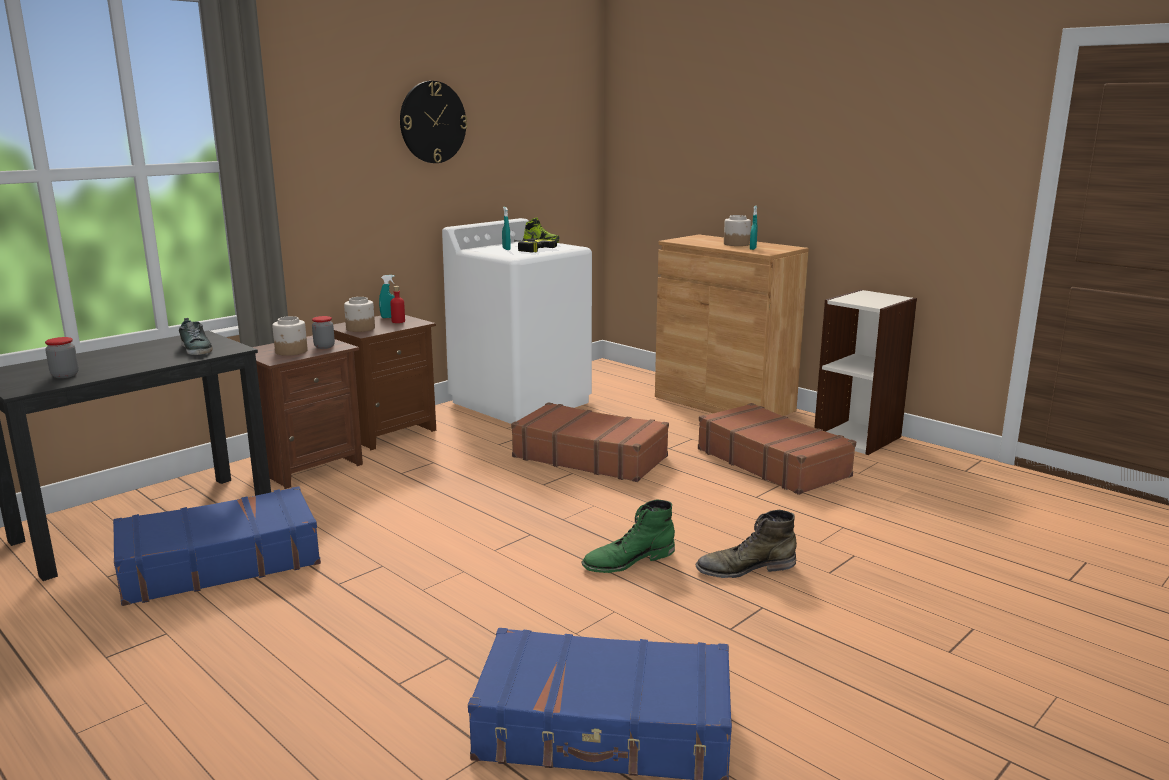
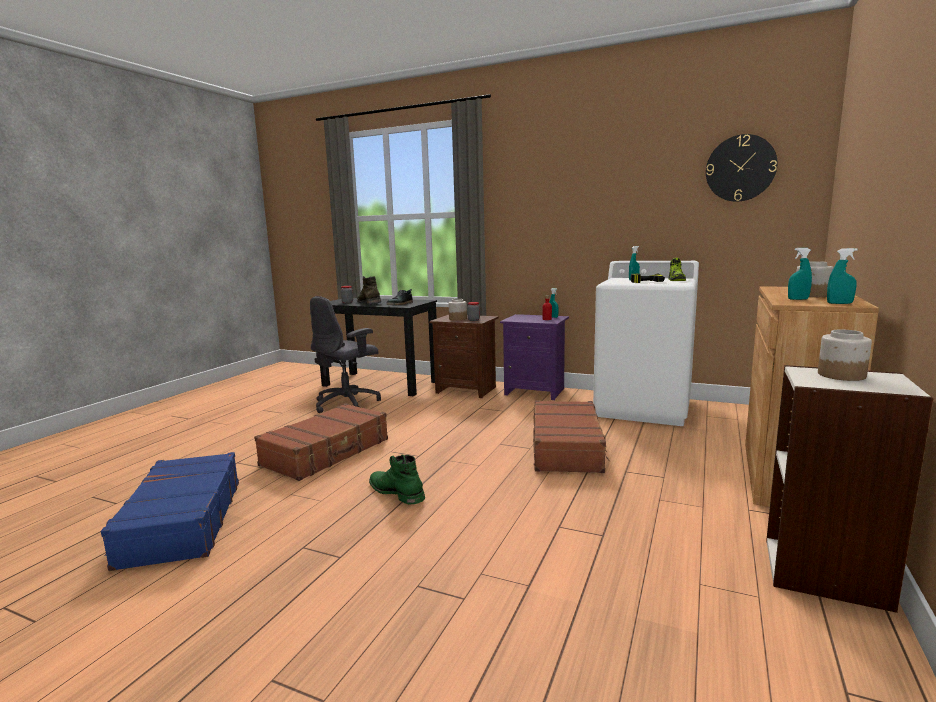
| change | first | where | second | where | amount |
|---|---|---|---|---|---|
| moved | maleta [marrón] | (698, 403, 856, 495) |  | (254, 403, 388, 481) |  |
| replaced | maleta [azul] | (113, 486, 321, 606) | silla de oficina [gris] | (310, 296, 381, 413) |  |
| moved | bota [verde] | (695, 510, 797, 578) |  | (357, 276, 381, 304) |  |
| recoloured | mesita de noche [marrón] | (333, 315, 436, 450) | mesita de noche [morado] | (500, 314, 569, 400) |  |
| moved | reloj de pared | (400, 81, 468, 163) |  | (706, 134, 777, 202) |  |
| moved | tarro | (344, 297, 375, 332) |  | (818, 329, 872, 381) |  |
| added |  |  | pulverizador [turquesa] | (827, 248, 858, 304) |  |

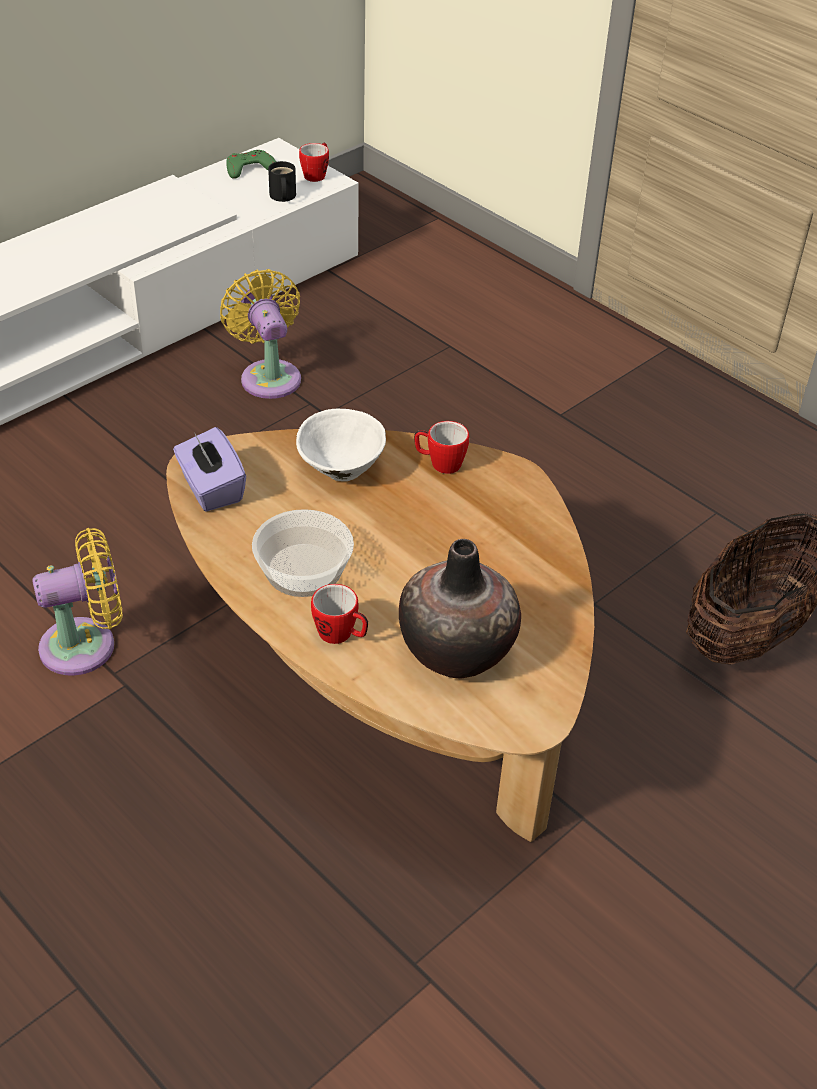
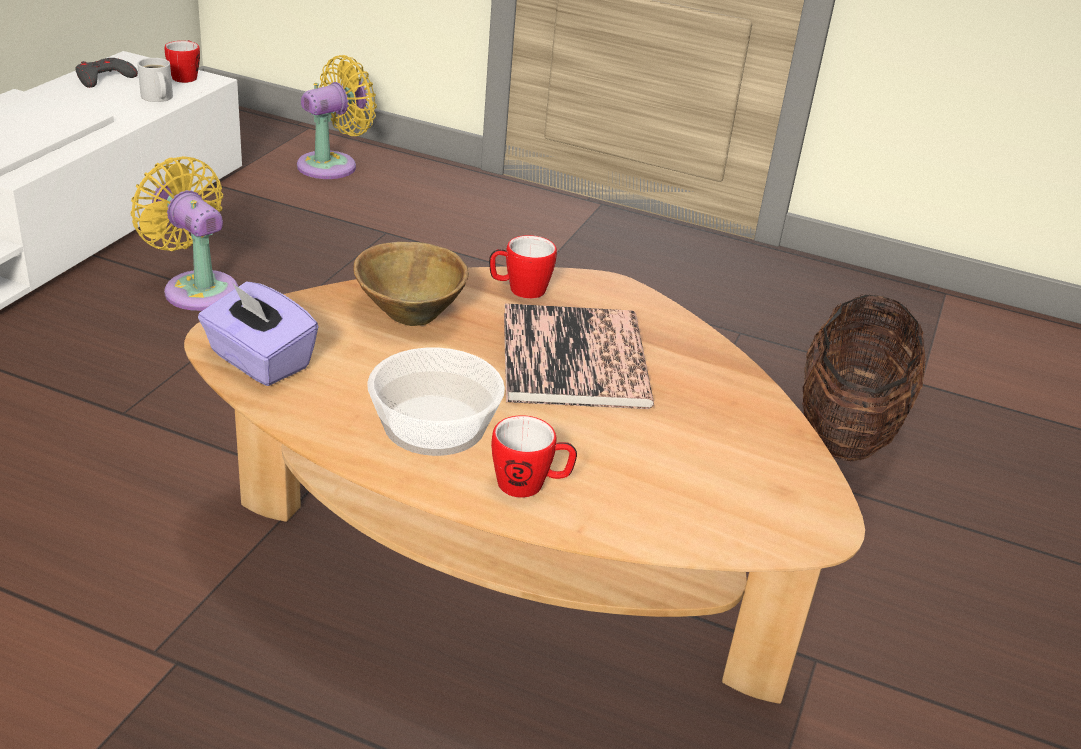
| change | first | where | second | where | amount |
|---|---|---|---|---|---|
| recoloured | mando de consola [verde] | (226, 150, 276, 179) | mando de consola [gris] | (76, 58, 138, 88) |  |
| recoloured | taza grande [negro] | (268, 161, 296, 202) | taza grande [blanco] | (137, 58, 173, 102) |  |
| moved | ventilador [amarillo] | (32, 528, 122, 676) |  | (297, 55, 377, 179) |  |
| recoloured | cuenco [blanco] | (296, 409, 386, 481) | cuenco [marrón] | (353, 242, 469, 326) |  |
| added |  |  | libro | (504, 303, 654, 409) |  |
| removed | florero | (399, 539, 521, 678) |  |  |  |

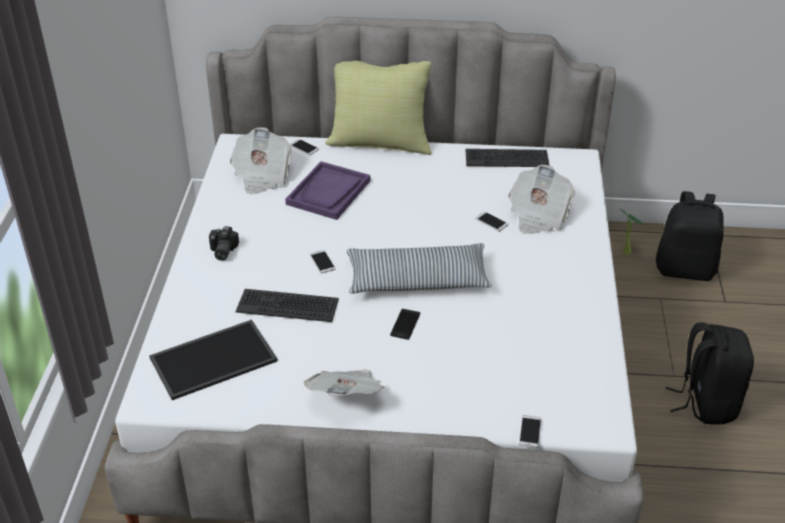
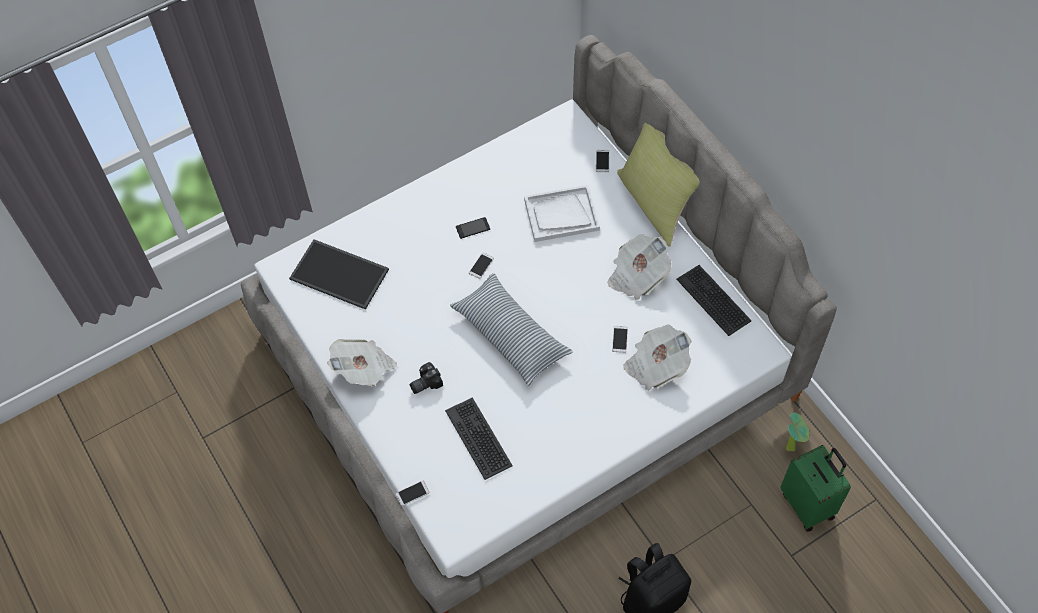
| change | first | where | second | where | amount |
|---|---|---|---|---|---|
| moved | cámara | (209, 226, 239, 261) |  | (410, 362, 443, 394) |  |
| moved | teclado | (236, 289, 339, 322) |  | (445, 397, 513, 480) |  |
| moved | móvil | (390, 309, 420, 340) |  | (456, 217, 490, 239) |  |
| recoloured | bandeja [morado] | (285, 161, 370, 220) | bandeja [blanco] | (524, 185, 600, 242) |  |
| moved | periódico | (230, 127, 292, 195) |  | (607, 234, 672, 300) |  |
| replaced | mochila [negro] | (656, 191, 724, 281) | maleta [verde] | (781, 445, 851, 532) |  |

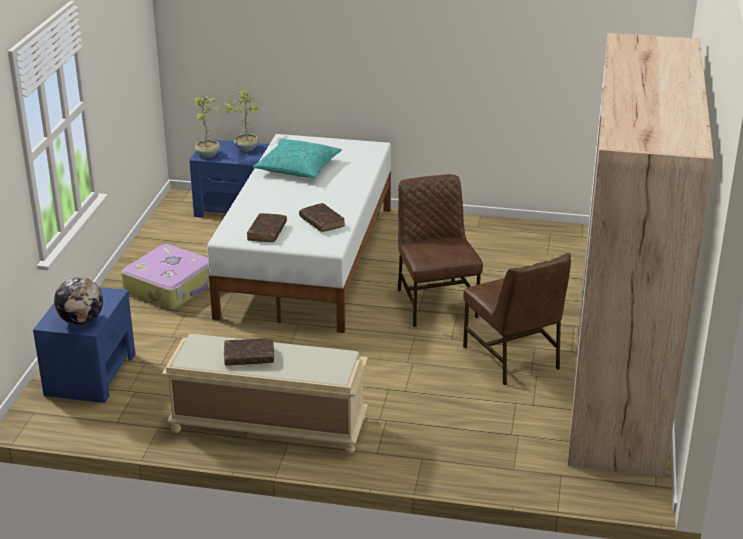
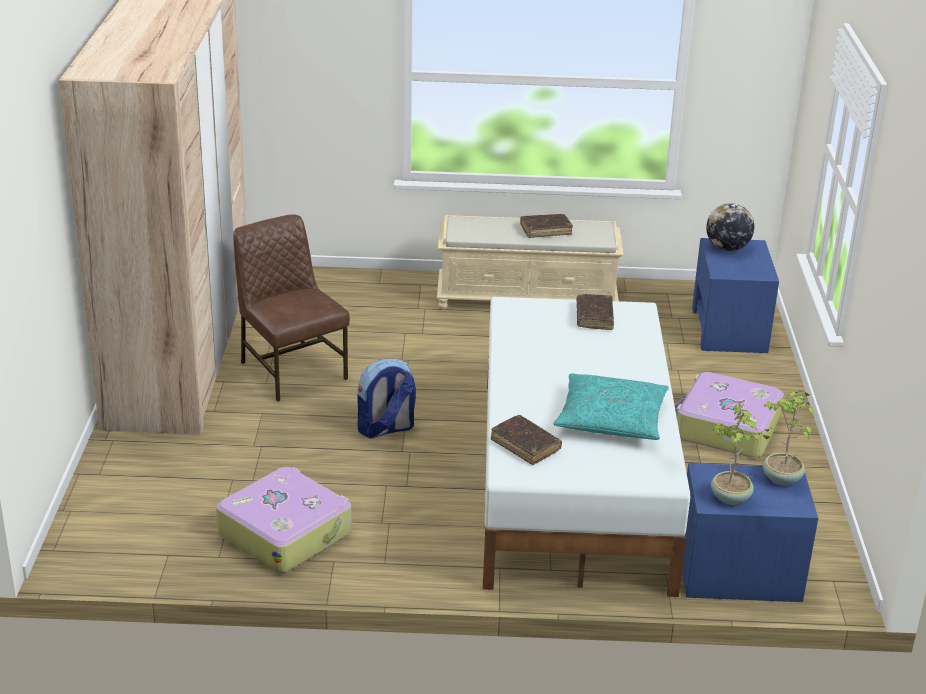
| change | first | where | second | where | amount |
|---|---|---|---|---|---|
| added |  |  | maleta | (216, 467, 352, 573) |  |
| replaced | silla [marrón] | (398, 174, 483, 327) | mochila | (357, 359, 416, 438) |  |
| moved | libro [marrón] | (299, 203, 345, 232) |  | (491, 415, 562, 465) |  |

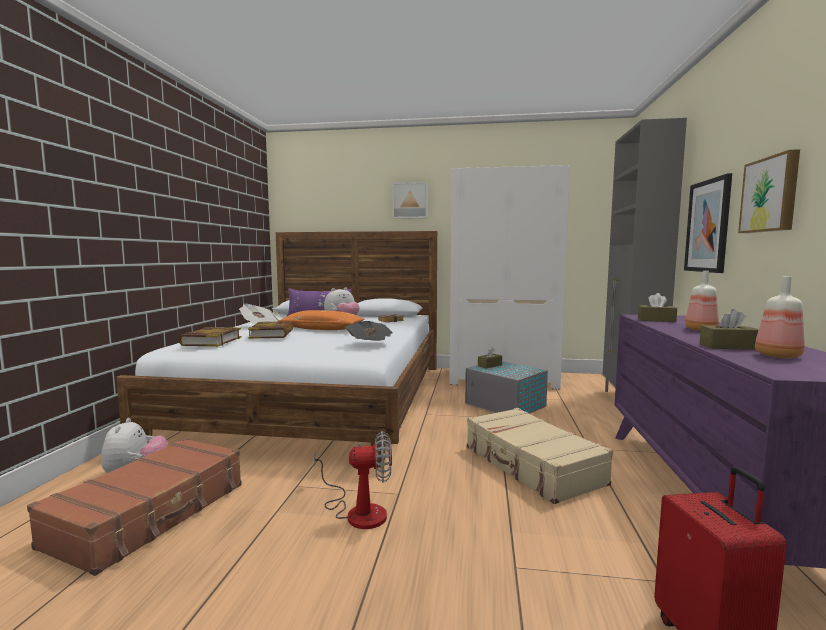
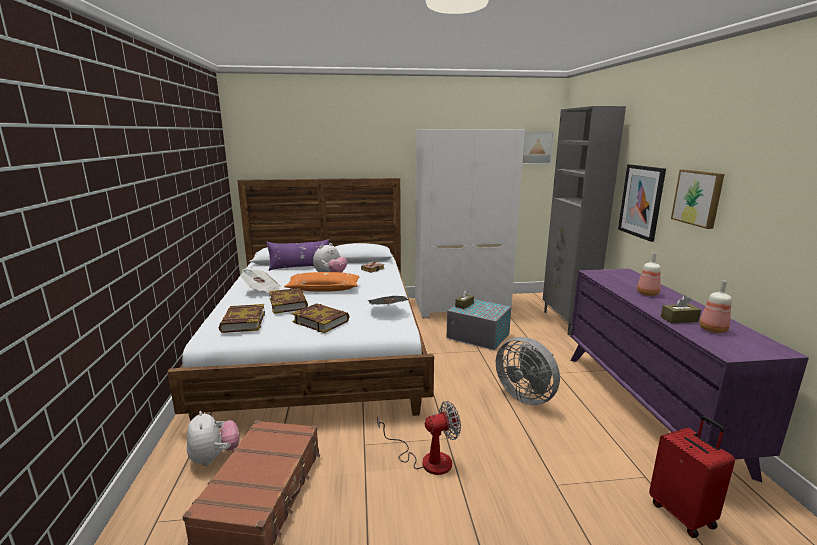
| change | first | where | second | where | amount |
|---|---|---|---|---|---|
| added |  |  | libro | (292, 303, 350, 333) |  |
| replaced | maleta [beis] | (467, 408, 613, 504) | ventilador [gris] | (496, 337, 560, 405) |  |
| moved | cuadro | (393, 182, 428, 219) |  | (522, 131, 554, 164) |  |
| removed | caja de pañuelos [marrón] | (638, 293, 677, 322) |  |  |  |

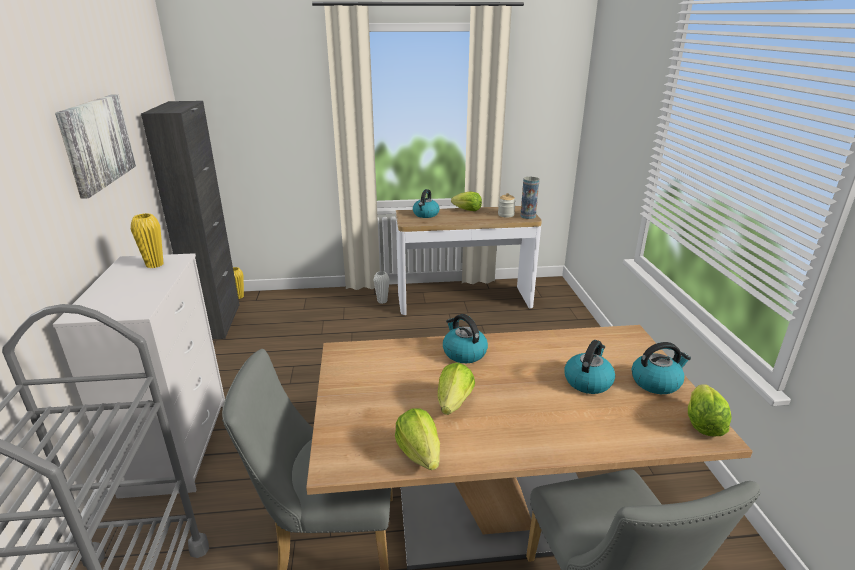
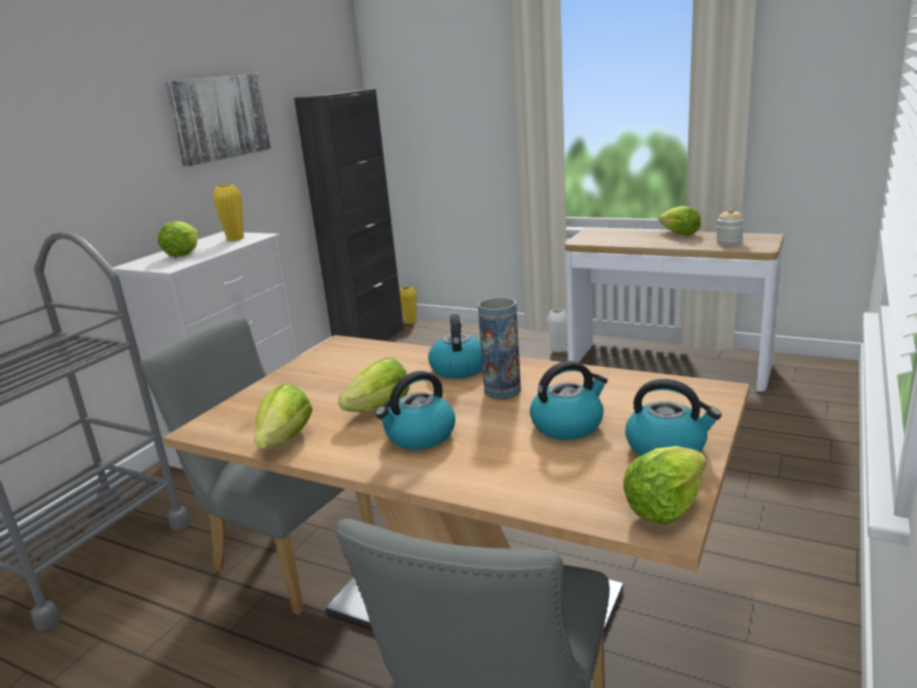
| change | first | where | second | where | amount |
|---|---|---|---|---|---|
| added |  |  | lechuga | (158, 221, 199, 257) |  |
| moved | hervidor | (413, 189, 440, 218) |  | (375, 371, 455, 450) |  |
| moved | florero | (520, 177, 540, 219) |  | (478, 297, 521, 399) |  |

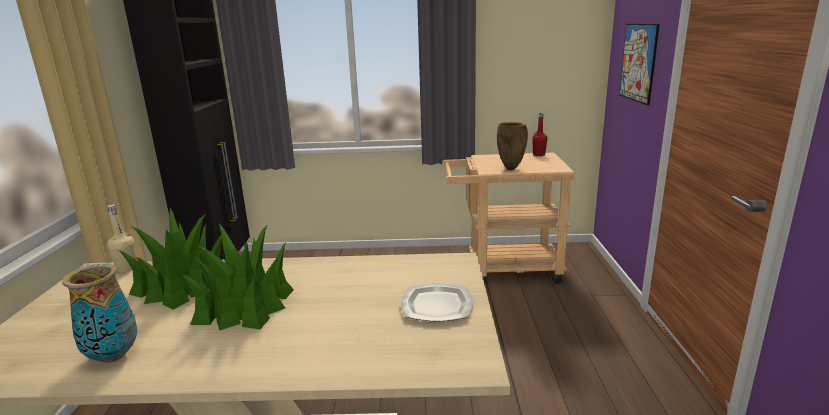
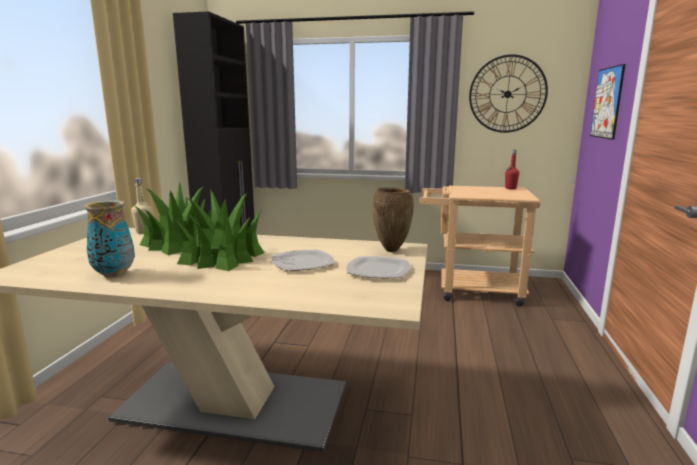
| change | first | where | second | where | amount |
|---|---|---|---|---|---|
| added |  |  | plato | (272, 250, 335, 271) |  |
| moved | florero [marrón] | (497, 122, 528, 170) |  | (372, 187, 414, 252) |  |
| added |  |  | reloj de pared | (469, 54, 548, 133) |  |

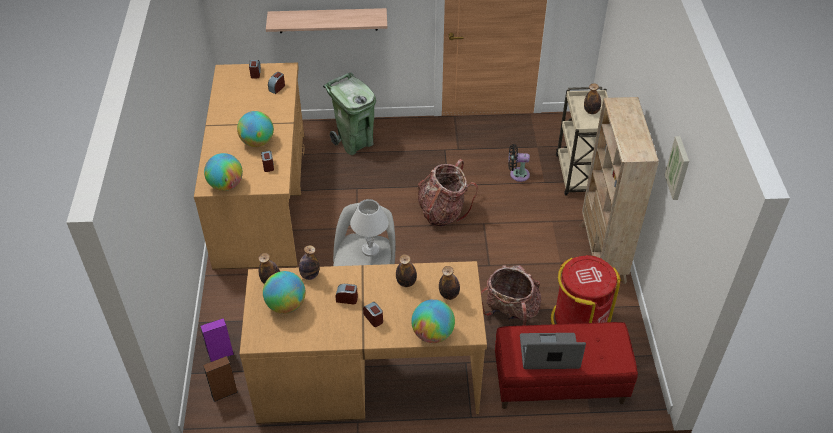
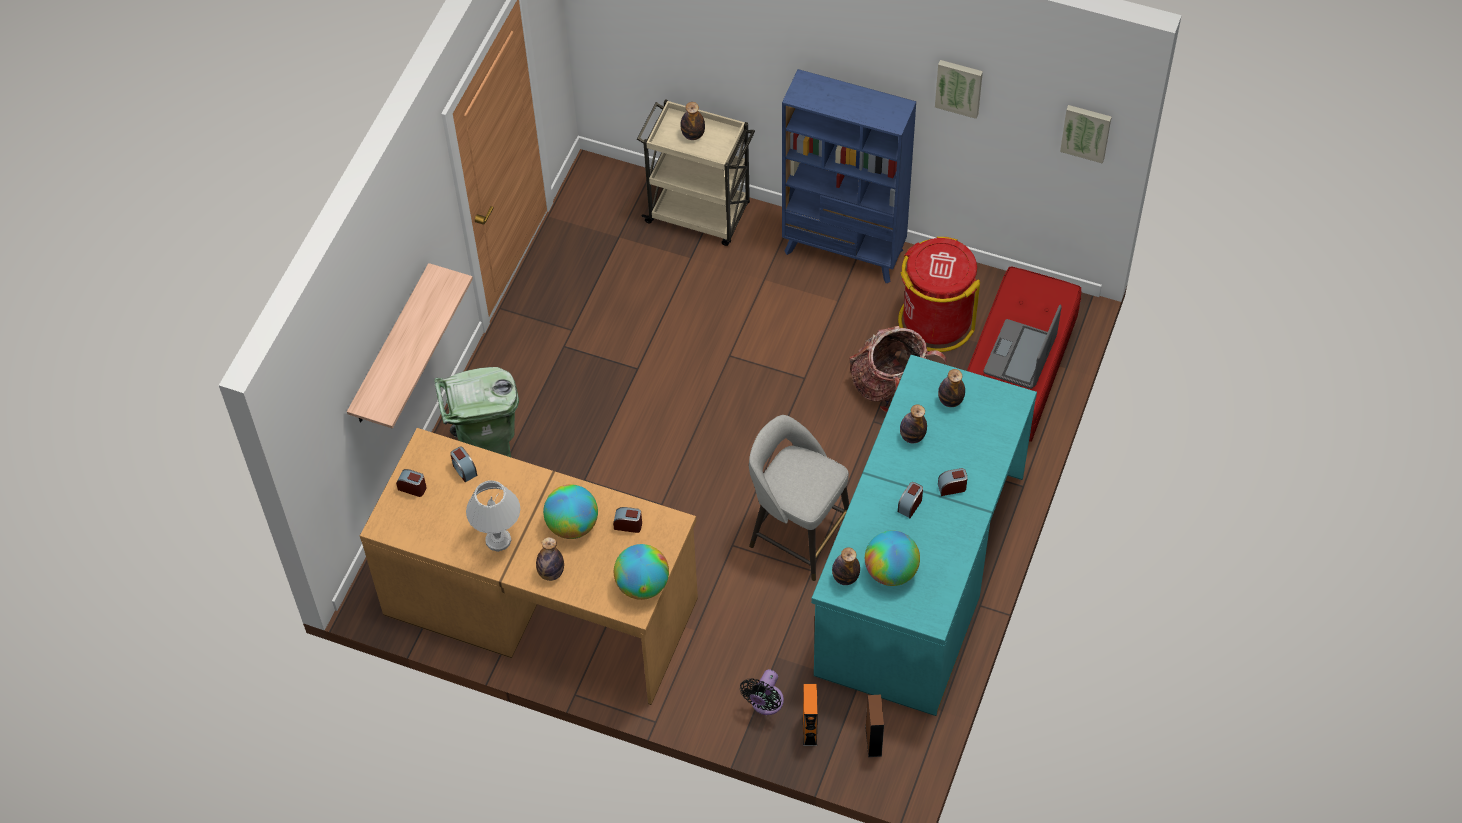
| change | first | where | second | where | amount |
|---|---|---|---|---|---|
| moved | lámpara de mesa [blanco] | (350, 199, 389, 257) |  | (466, 480, 520, 552) |  |
| moved | botella | (299, 245, 320, 280) |  | (536, 537, 564, 581) |  |
| moved | ventilador [negro] | (508, 144, 530, 182) |  | (740, 669, 784, 715) |  |
| recoloured | estantería [beis] | (579, 97, 659, 284) | estantería [azul] | (782, 69, 916, 283) |  |
| recoloured | altavoz [morado] | (201, 318, 234, 362) | altavoz [naranja] | (803, 684, 818, 746) |  |
| recoloured | escritorio [marrón] | (239, 261, 487, 424) | escritorio [turquesa] | (811, 355, 1037, 716) |  |
| added |  |  | cuadro | (1060, 105, 1112, 164) |  |
| removed | globo terráqueo | (411, 299, 455, 343) |  |  |  |
| removed | mochila | (418, 159, 478, 227) |  |  |  |

